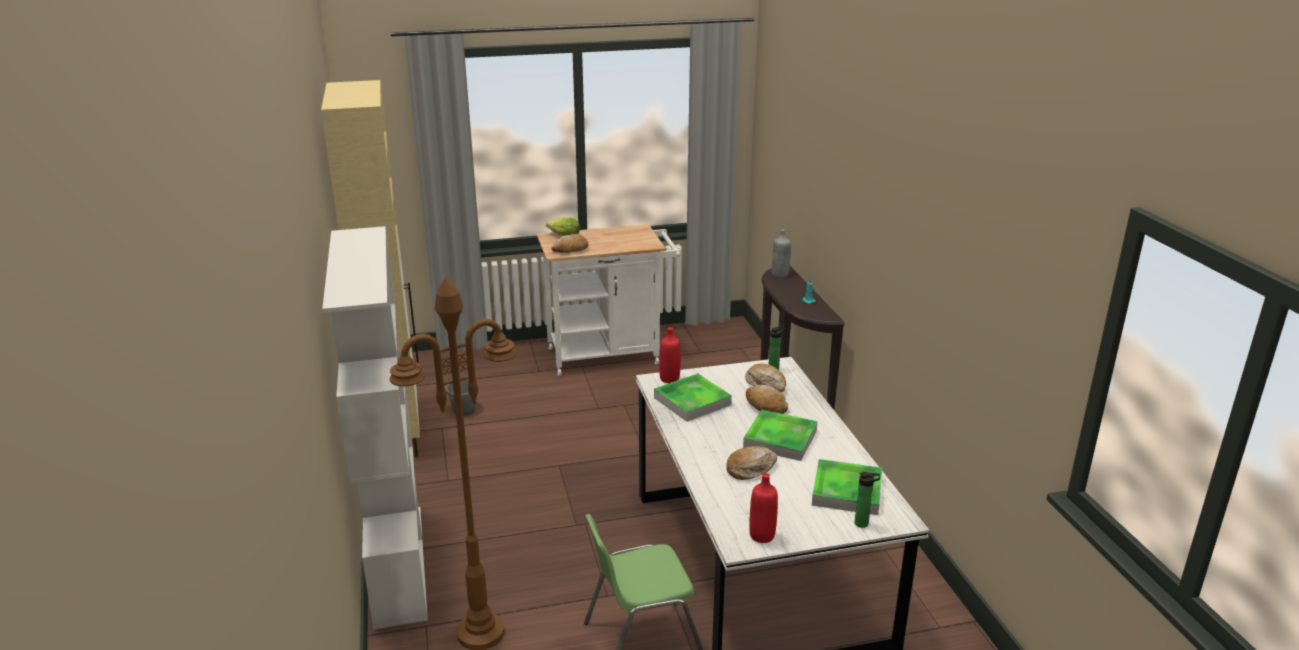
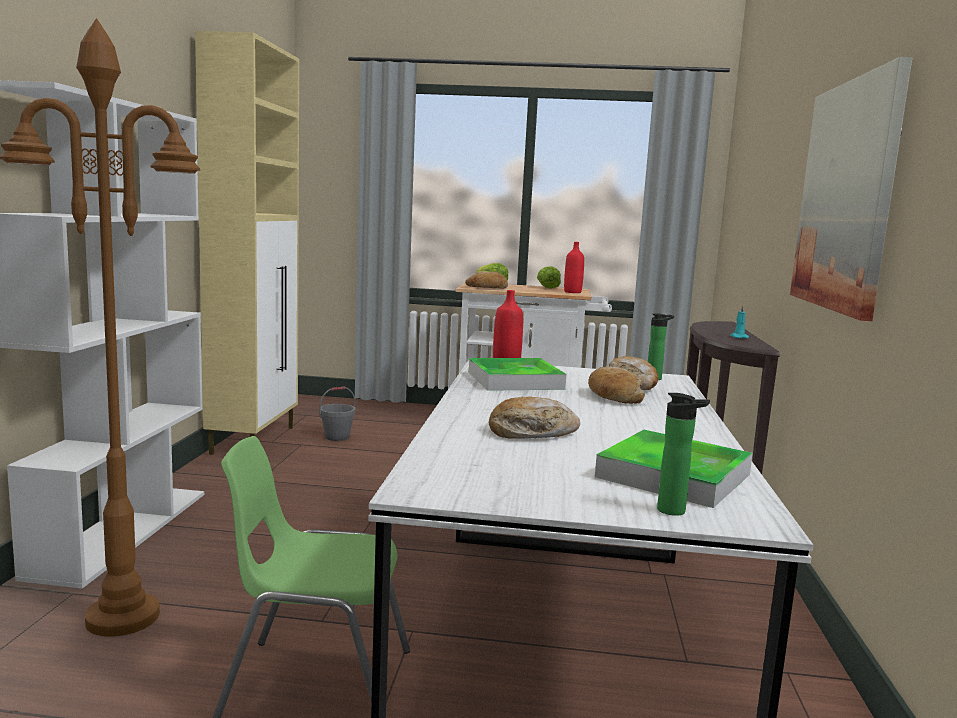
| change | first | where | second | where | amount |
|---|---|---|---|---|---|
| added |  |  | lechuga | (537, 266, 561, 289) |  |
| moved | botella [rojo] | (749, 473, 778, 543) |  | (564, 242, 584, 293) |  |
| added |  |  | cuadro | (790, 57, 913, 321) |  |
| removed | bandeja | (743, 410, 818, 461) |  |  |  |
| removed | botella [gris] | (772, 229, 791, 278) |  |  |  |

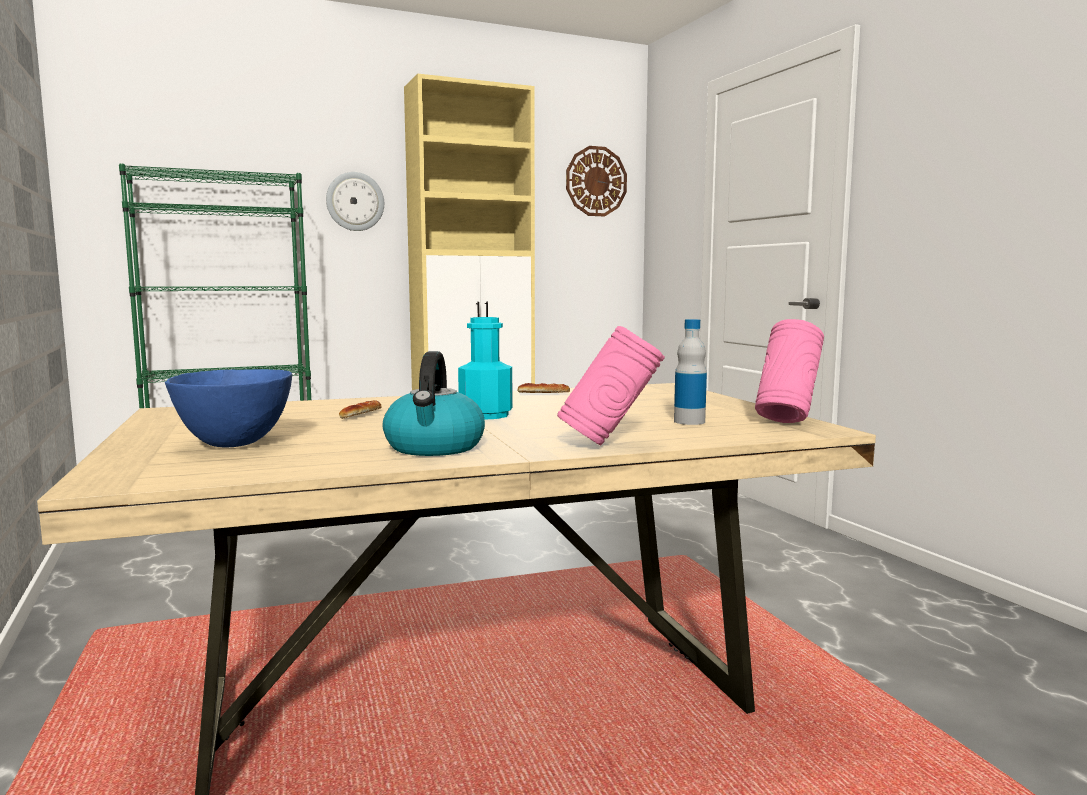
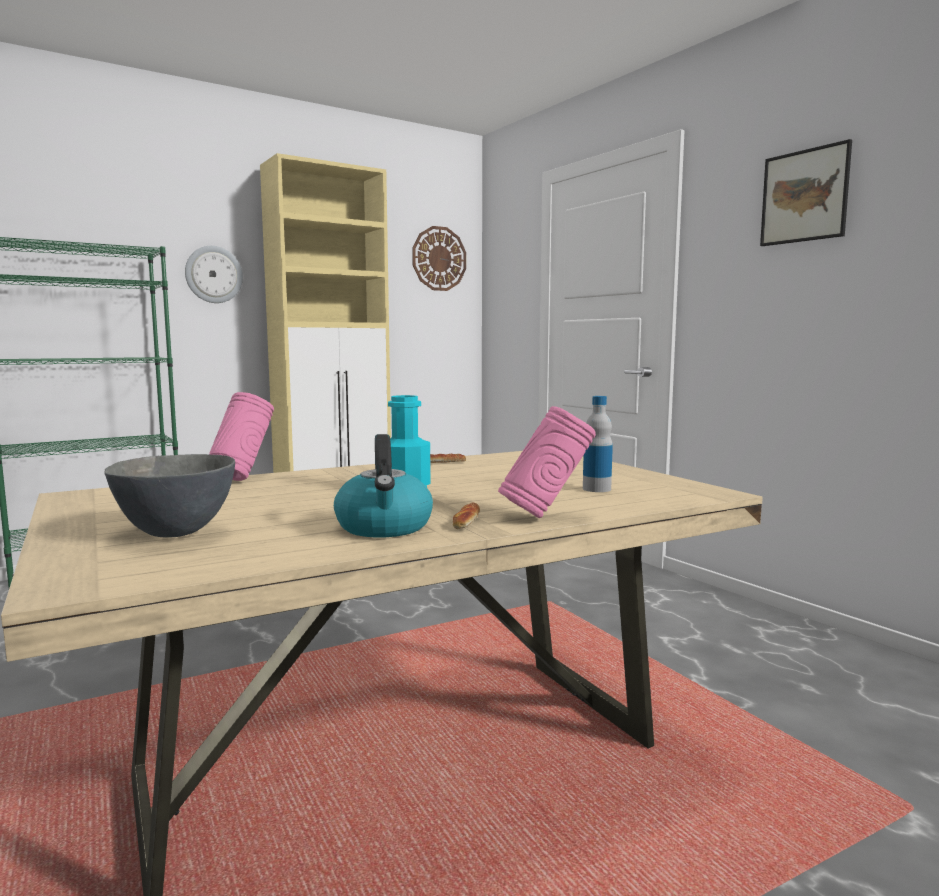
| change | first | where | second | where | amount |
|---|---|---|---|---|---|
| recoloured | cuenco [azul] | (165, 369, 292, 448) | cuenco [gris] | (104, 454, 235, 538) |  |
| moved | florero [rosa] | (755, 319, 824, 423) |  | (209, 392, 274, 481) |  |
| moved | pan | (339, 400, 382, 419) |  | (453, 502, 480, 529) |  |
| added |  |  | cuadro | (760, 139, 852, 246) |  |

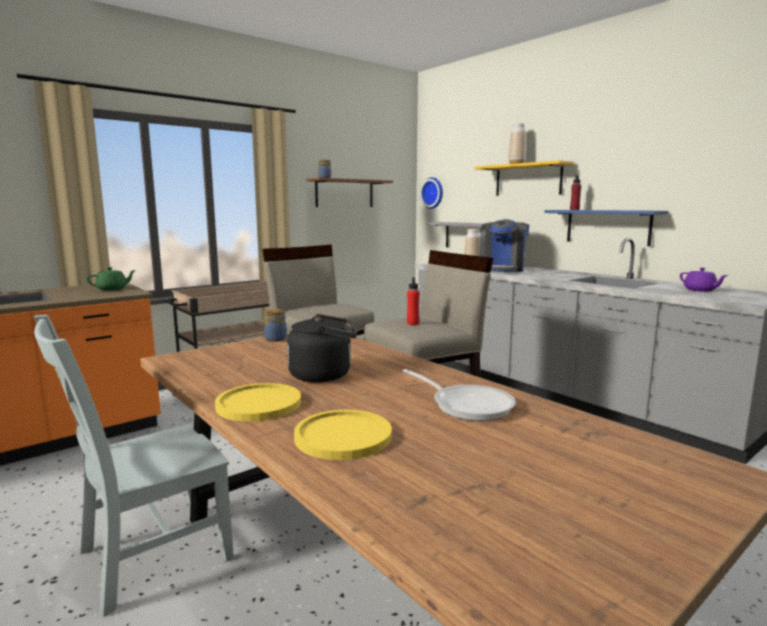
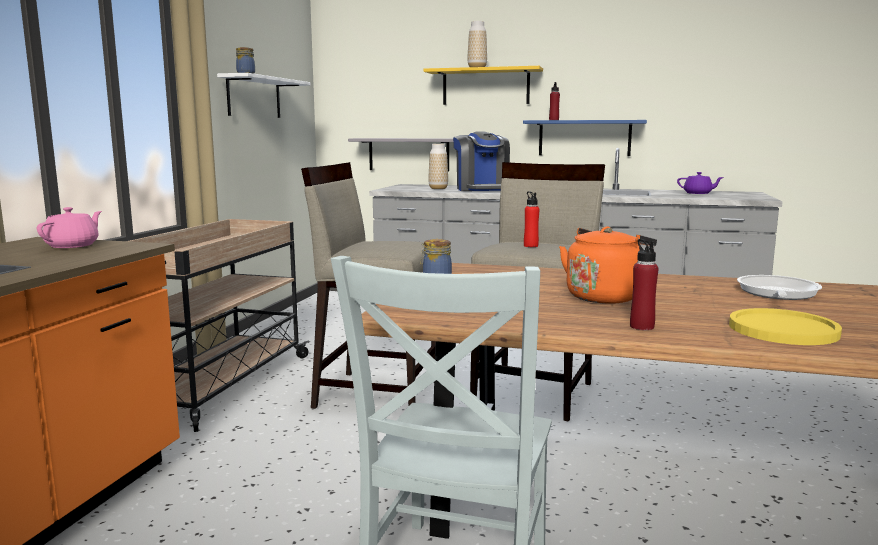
| change | first | where | second | where | amount |
|---|---|---|---|---|---|
| recoloured | tetera [verde] | (86, 267, 136, 291) | tetera [rosa] | (37, 207, 102, 248) |  |
| recoloured | estante [marrón] | (306, 178, 393, 207) | estante [blanco] | (217, 73, 311, 118) |  |
| recoloured | hervidor [negro] | (287, 314, 357, 382) | hervidor [naranja] | (559, 226, 657, 304) |  |
| replaced | plato [amarillo] | (215, 383, 301, 422) | botella [rojo] | (630, 239, 658, 330) |  |
| turned | sartén | (403, 369, 516, 421) |  | (737, 275, 822, 300) | 75 degrees counterclockwise |
| removed | reloj de pared | (420, 177, 443, 209) |  |  |  |

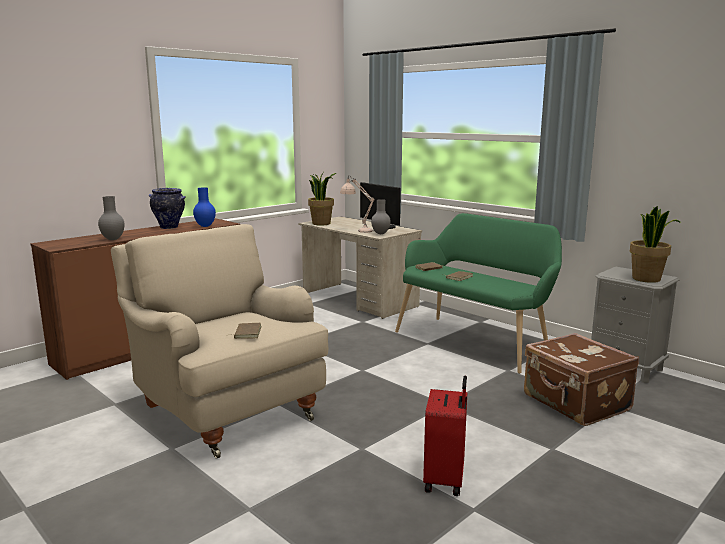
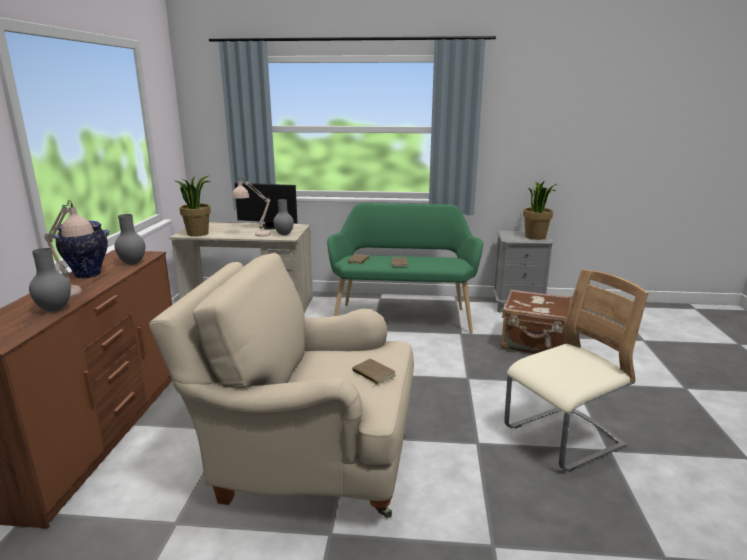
| change | first | where | second | where | amount |
|---|---|---|---|---|---|
| added |  |  | lámpara de mesa [beis] | (44, 200, 94, 296) |  |
| recoloured | florero [azul] | (193, 188, 216, 227) | florero [gris] | (114, 214, 145, 265) |  |
| replaced | maleta [rojo] | (423, 376, 467, 496) | silla [beis] | (504, 269, 648, 471) |  |

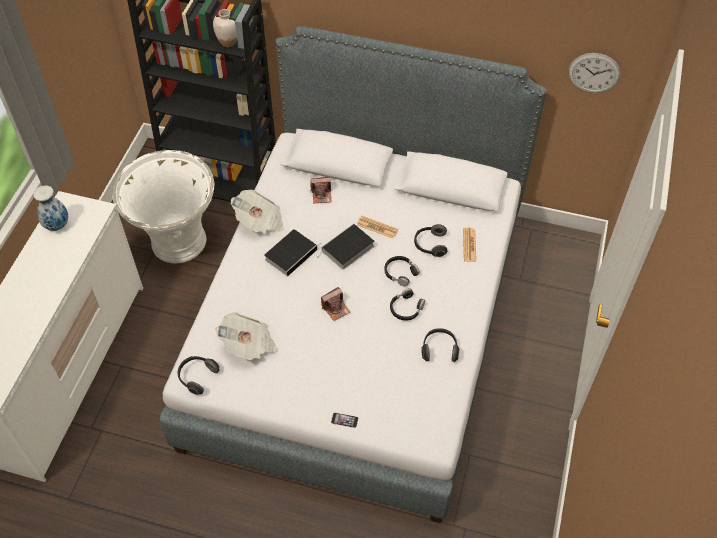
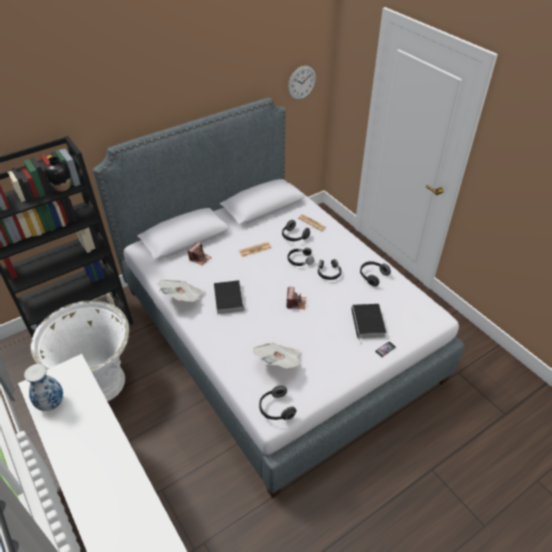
| change | first | where | second | where | amount |
|---|---|---|---|---|---|
| recoloured | florero [blanco] | (213, 9, 237, 47) | florero [negro] | (45, 156, 71, 192) |  |
| moved | libro | (318, 223, 375, 270) |  | (351, 304, 386, 344) |  |

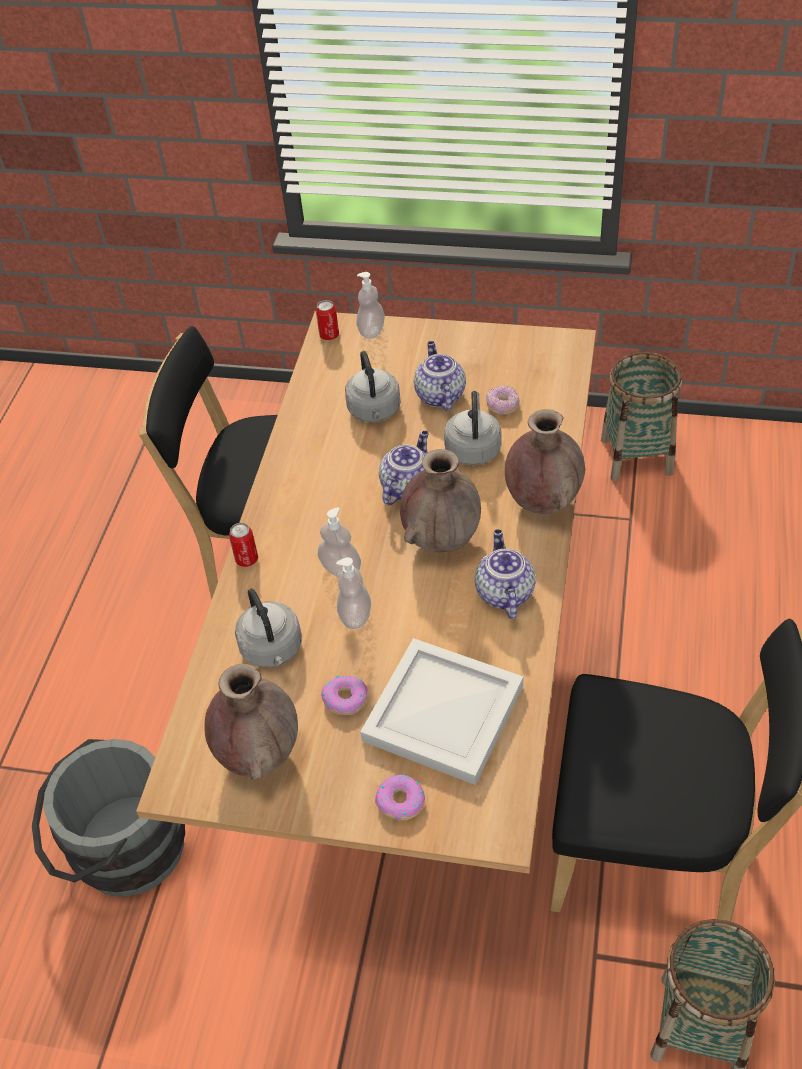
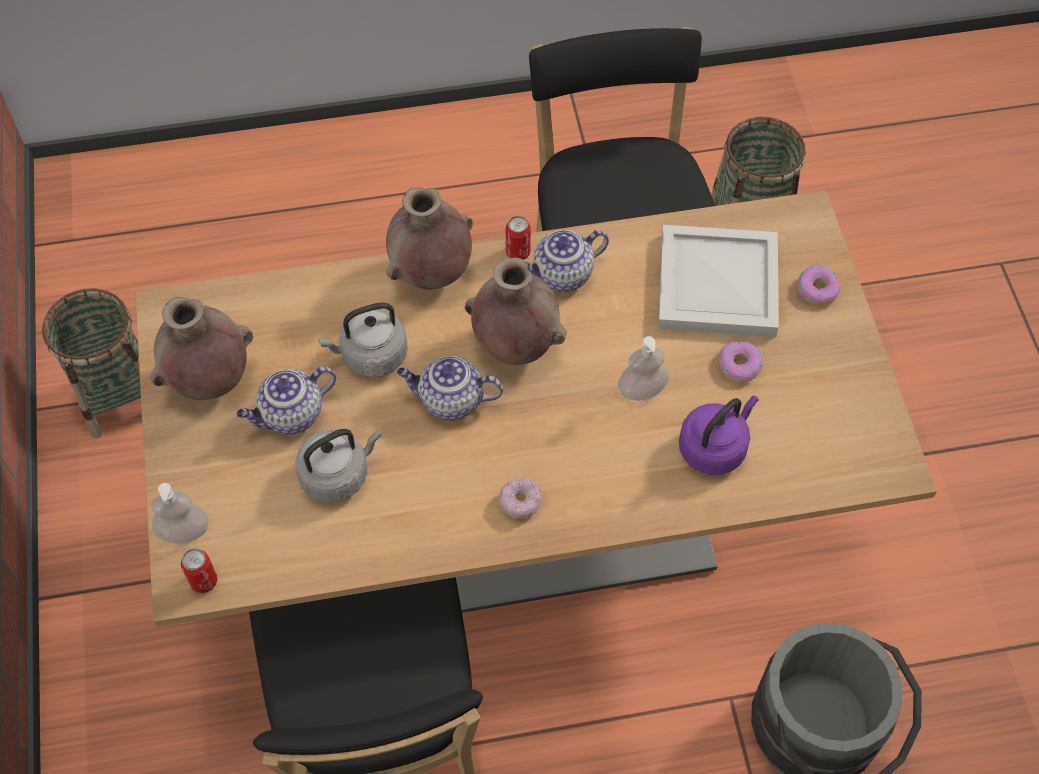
| change | first | where | second | where | amount |
|---|---|---|---|---|---|
| moved | florero [marrón] | (204, 664, 298, 780) |  | (150, 296, 253, 400) |  |
| moved | rosquilla | (486, 386, 520, 415) |  | (499, 478, 542, 519) |  |
| moved | lata | (229, 523, 258, 567) |  | (506, 216, 531, 260) |  |
| recoloured | hervidor [gris] | (235, 588, 302, 667) | hervidor [morado] | (679, 396, 759, 475) |  |
| removed | dispensador de jabón | (318, 507, 361, 577) |  |  |  |

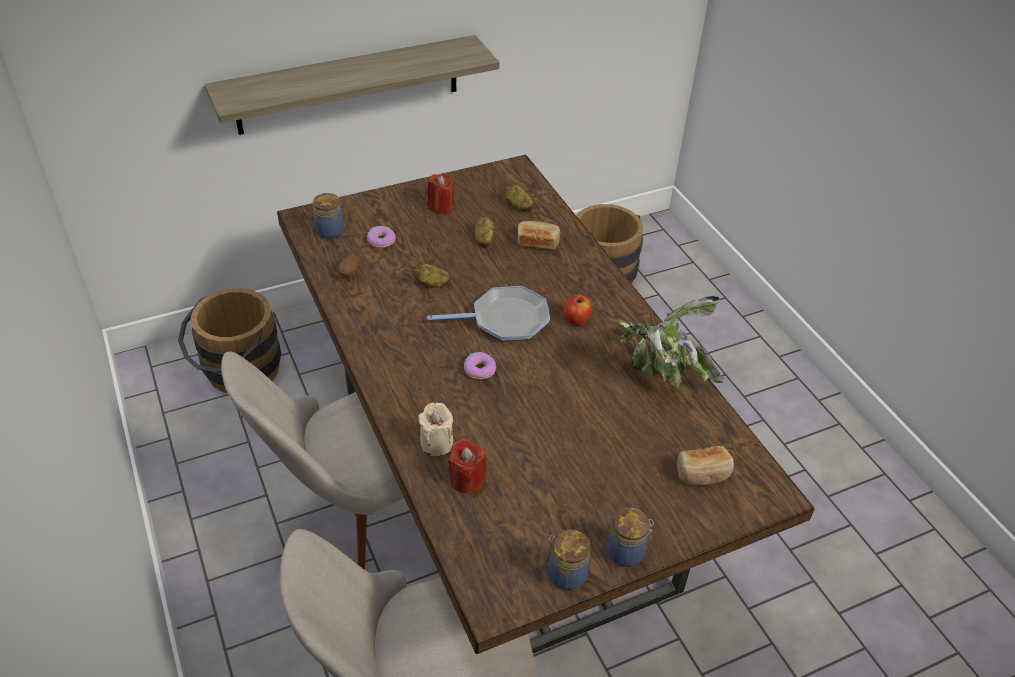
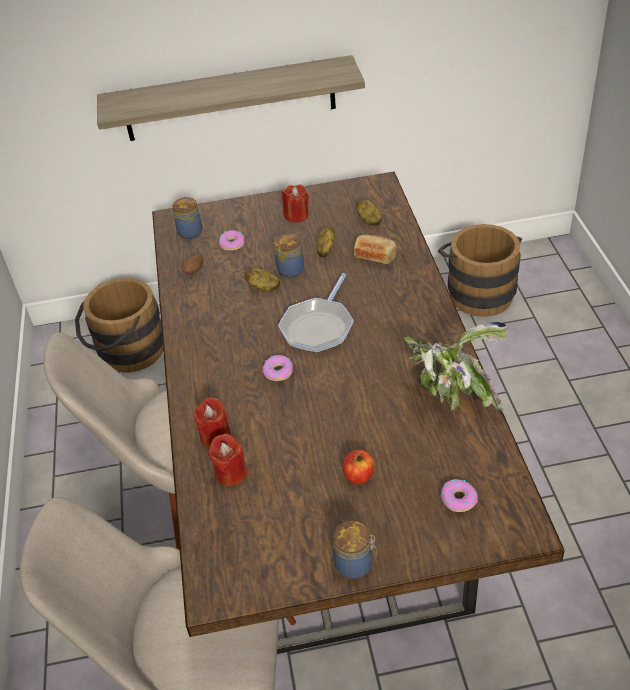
| change | first | where | second | where | amount |
|---|---|---|---|---|---|
| recoloured | vela [beis] | (418, 402, 453, 456) | vela [rojo] | (193, 397, 231, 447) |  |
| moved | tarro | (545, 529, 590, 590) |  | (275, 233, 304, 278) |  |
| turned | sartén | (427, 286, 550, 341) |  | (278, 273, 354, 353) | 105 degrees clockwise |
| moved | manzana | (563, 295, 591, 325) |  | (343, 449, 374, 484) |  |
| replaced | pan | (677, 446, 734, 486) | rosquilla | (441, 479, 478, 512) |  |

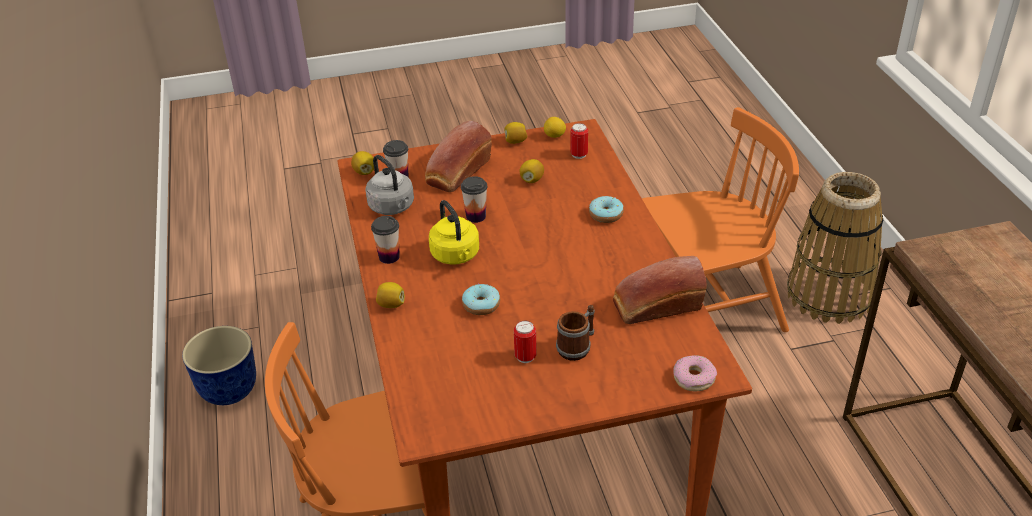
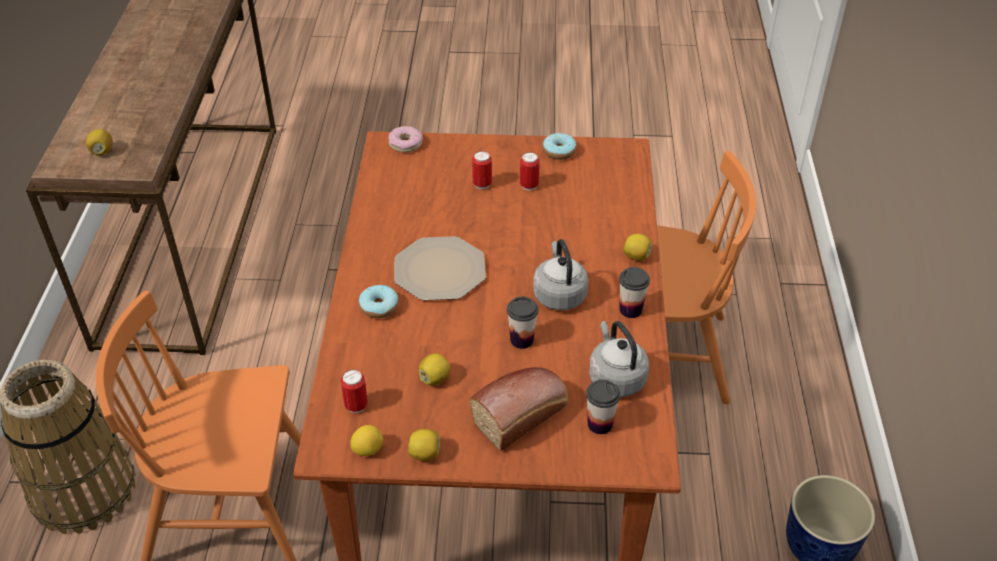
| change | first | where | second | where | amount |
|---|---|---|---|---|---|
| moved | limón | (351, 151, 374, 175) |  | (86, 129, 113, 155) |  |
| added |  |  | plato | (394, 236, 486, 301) |  |
| replaced | taza grande | (556, 305, 595, 361) | lata | (472, 151, 492, 189) |  |
| recoloured | hervidor [amarillo] | (429, 200, 479, 265) | hervidor [gris] | (533, 239, 588, 310) |  |
| moved | rosquilla | (462, 284, 500, 315) |  | (543, 133, 577, 160) |  |
| removed | pan | (613, 256, 707, 324) |  |  |  |

